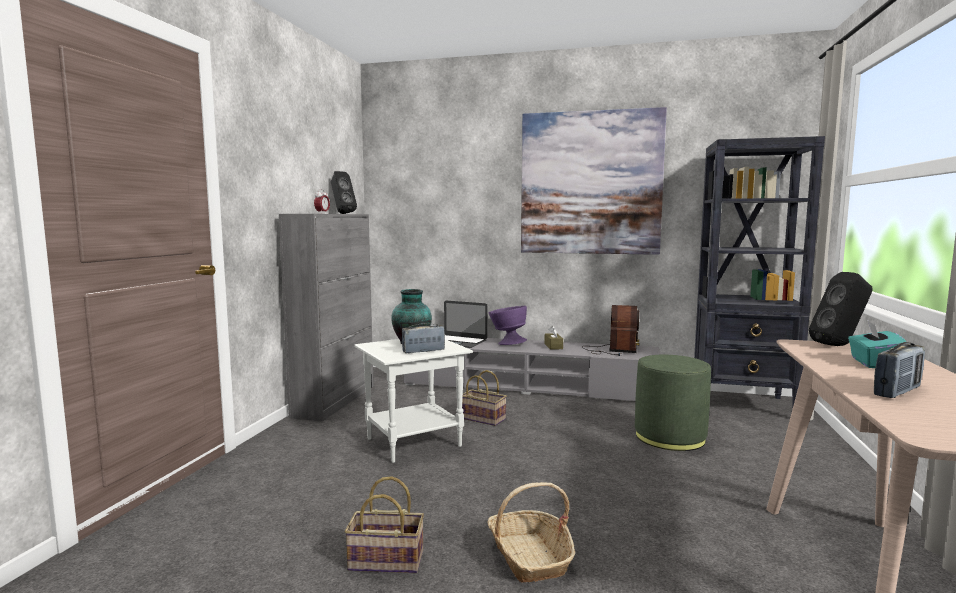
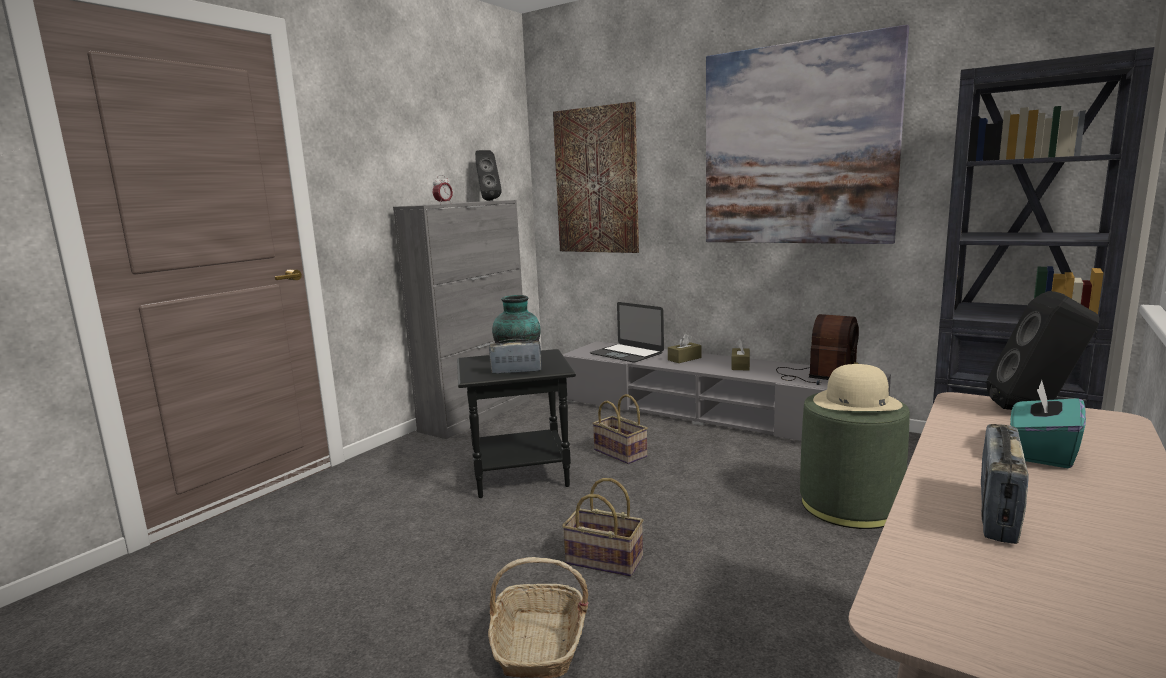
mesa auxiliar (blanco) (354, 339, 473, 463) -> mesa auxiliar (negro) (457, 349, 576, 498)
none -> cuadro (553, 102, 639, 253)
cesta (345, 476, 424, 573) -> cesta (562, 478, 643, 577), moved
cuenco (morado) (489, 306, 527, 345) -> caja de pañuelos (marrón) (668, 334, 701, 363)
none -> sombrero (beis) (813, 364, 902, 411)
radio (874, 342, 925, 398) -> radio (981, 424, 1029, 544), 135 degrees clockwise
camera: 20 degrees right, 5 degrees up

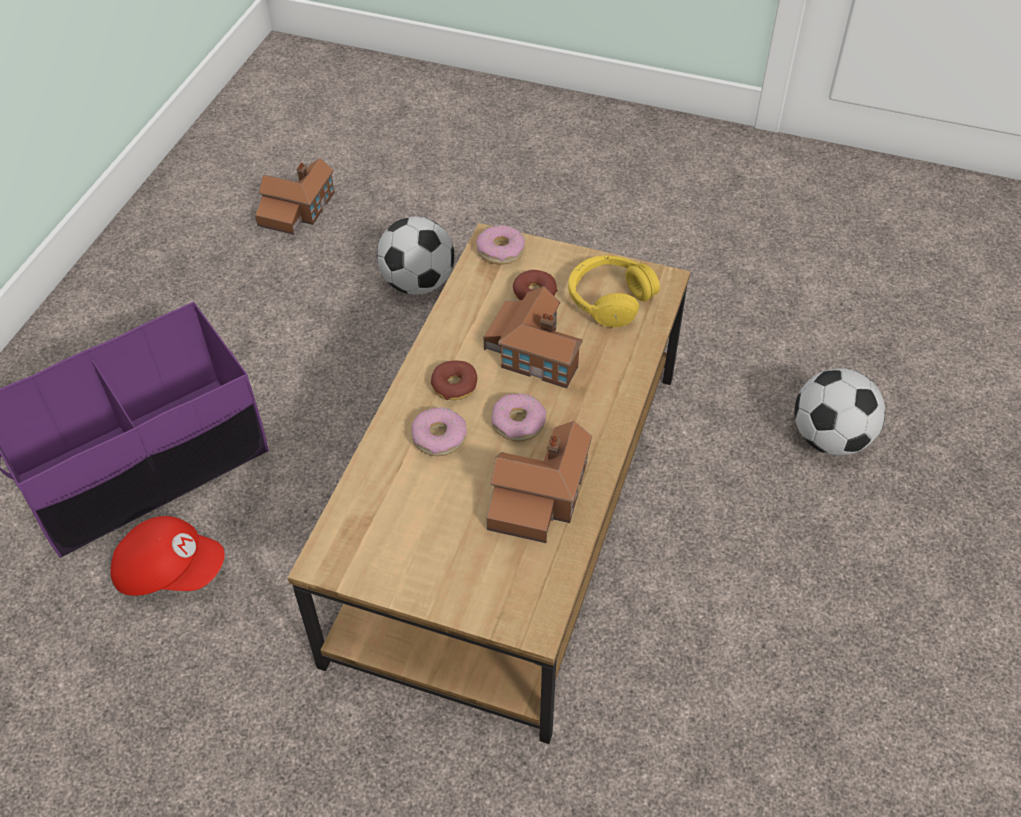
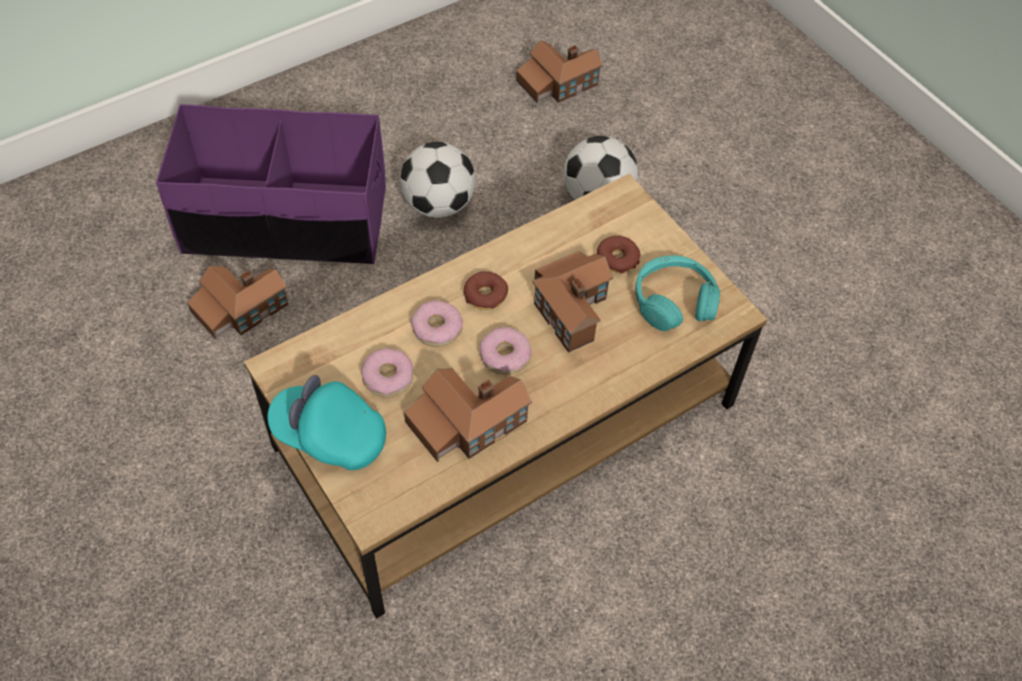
gorra (rojo) (111, 516, 225, 596) -> casita (187, 266, 288, 339)
none -> gorra (turquesa) (268, 375, 386, 470)
rosquilla (476, 225, 525, 265) -> rosquilla (361, 348, 413, 397), moved
balón de fútbol (794, 368, 885, 455) -> balón de fútbol (400, 142, 475, 218), moved
auriculares (amarillo) (568, 255, 660, 327) -> auriculares (turquesa) (635, 255, 720, 331)
camera: 35 degrees right, 5 degrees up

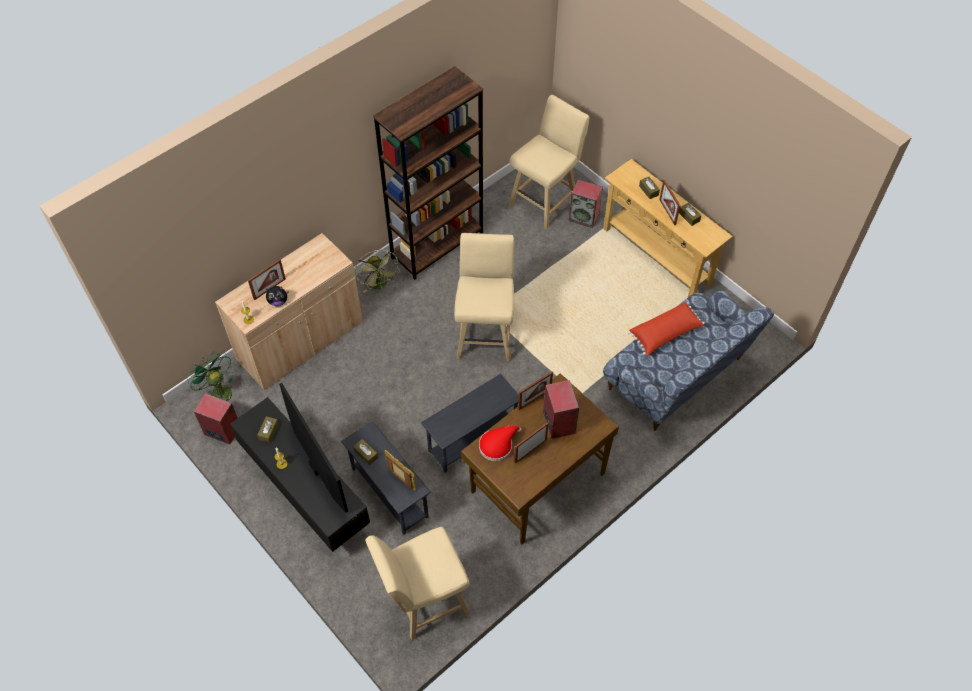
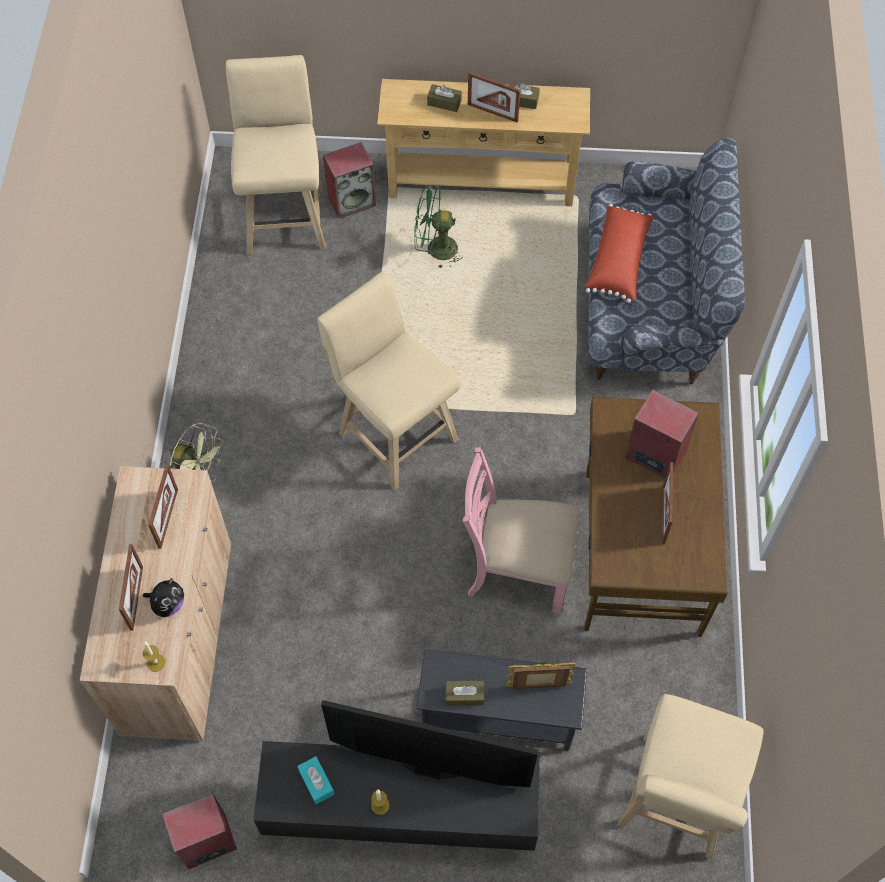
portarretratos (518, 372, 553, 410) -> portarretratos (148, 464, 178, 549), moved
caja de pañuelos (marrón) (257, 416, 279, 443) -> caja de pañuelos (turquesa) (298, 756, 335, 804)
ventilador (verde) (186, 351, 233, 401) -> ventilador (verde) (414, 185, 463, 269), moved
mesa auxiliar (gris) (421, 374, 519, 473) -> silla (rosa) (463, 447, 580, 613)
estantería (marrón) (373, 66, 483, 280) -> none
sombrero (rojo) (479, 425, 522, 461) -> none
camera: 45 degrees left, 5 degrees up

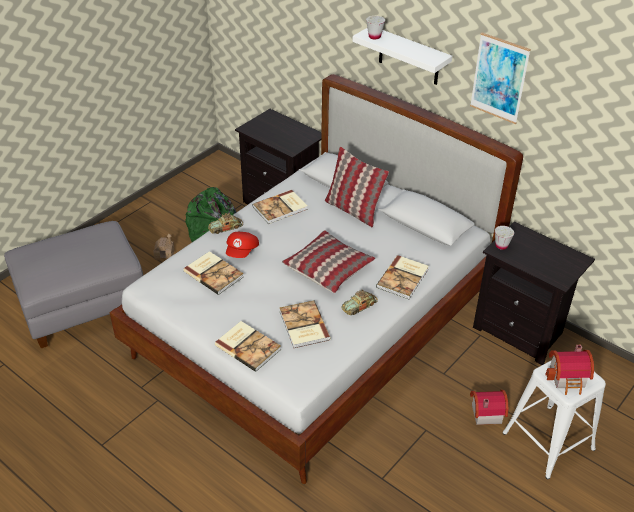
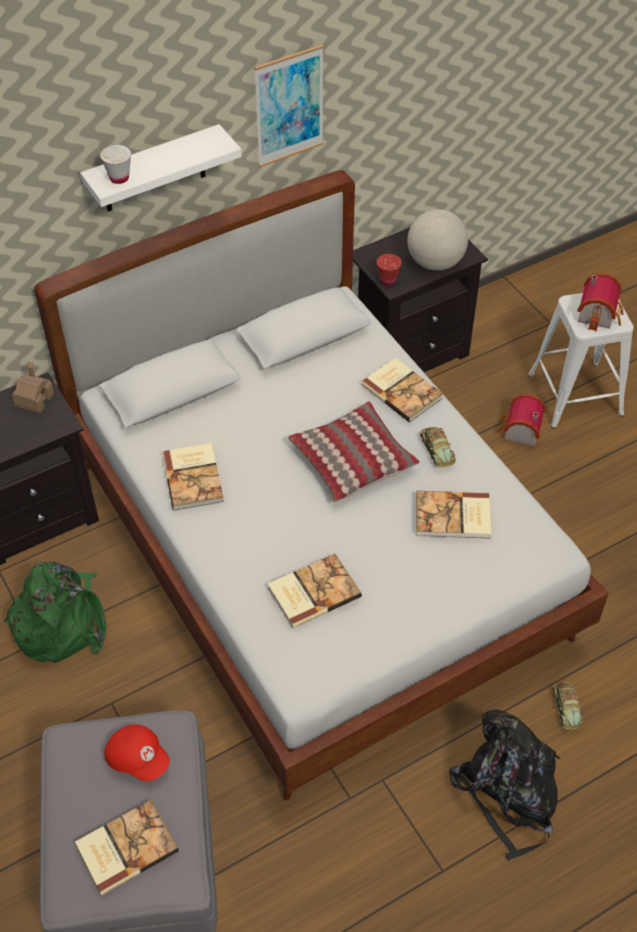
casita (154, 234, 174, 260) -> casita (12, 362, 54, 414), moved
libro (215, 321, 281, 372) -> libro (75, 800, 179, 895), moved
gorra (rojo) (226, 232, 259, 258) -> gorra (rojo) (104, 724, 170, 781), moved
taza (blanco) (495, 226, 514, 250) -> taza (rojo) (377, 254, 402, 285)
none -> globo terráqueo (407, 209, 468, 271)
none -> mochila (negro) (449, 710, 560, 861)
coche de juguete (208, 213, 243, 234) -> coche de juguete (552, 682, 584, 730), moved
cojín (325, 147, 389, 227) -> none
camera: 70 degrees left, 10 degrees up

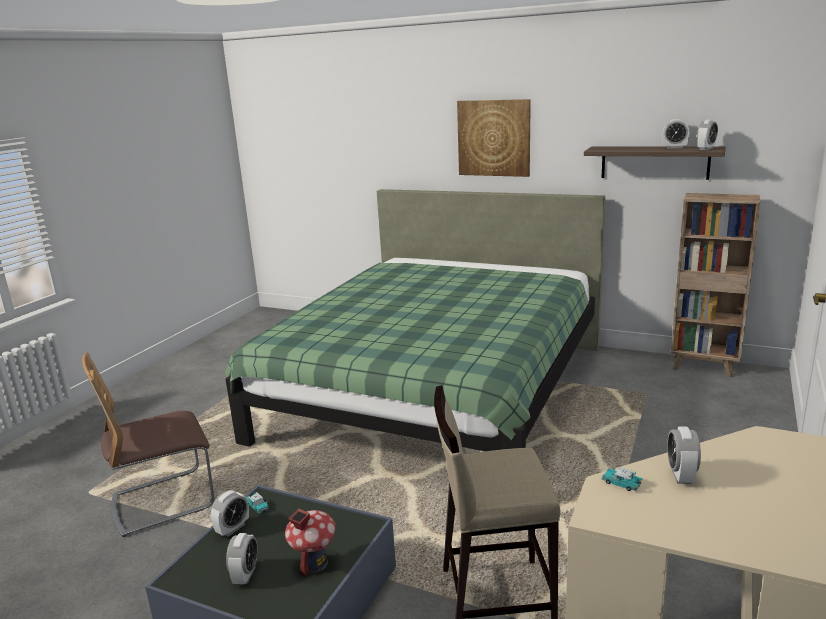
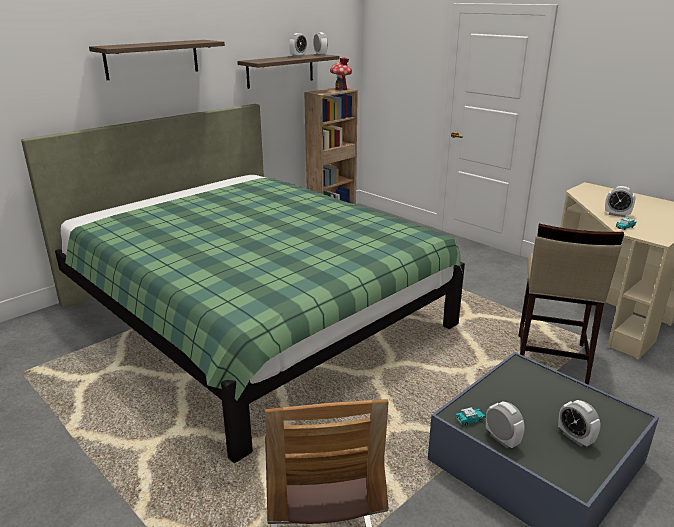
cuadro (457, 99, 531, 177) -> estante (89, 40, 225, 80)
casita (285, 509, 336, 577) -> casita (330, 57, 352, 90), moved
despertador (226, 533, 258, 584) -> despertador (558, 400, 601, 447), 150 degrees counterclockwise
camera: 70 degrees left, 5 degrees up

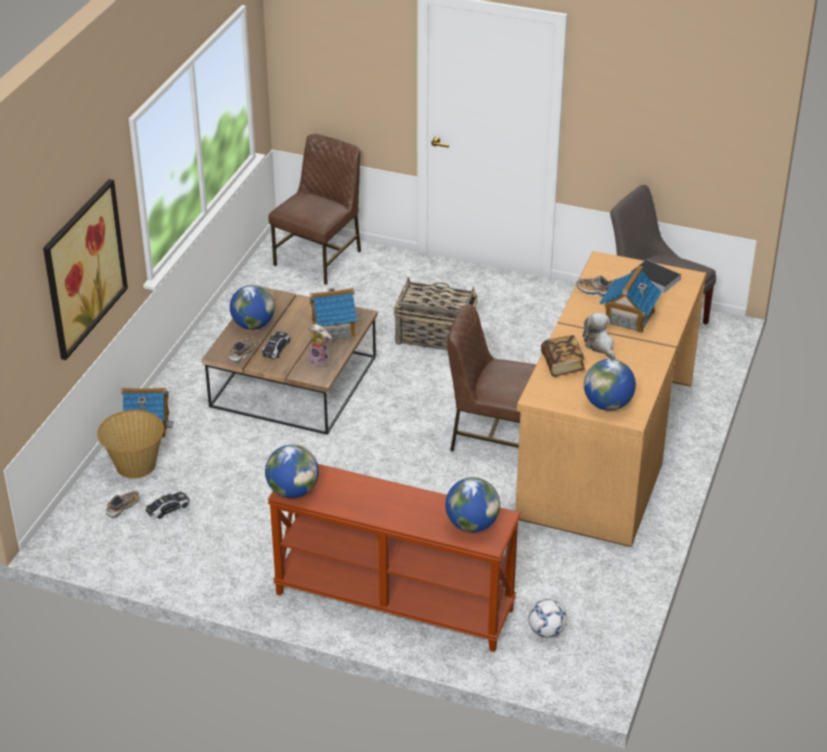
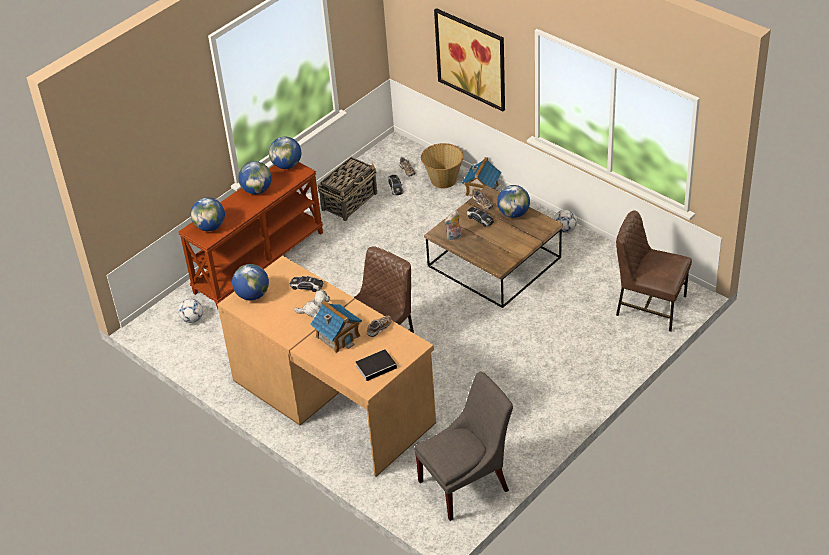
none -> globo terráqueo (238, 161, 272, 194)
libro (541, 335, 585, 377) -> coche de juguete (290, 276, 324, 292)
cesta (394, 277, 478, 351) -> cesta (318, 157, 377, 221), moved
none -> balón de fútbol (554, 210, 577, 233)
silla (marrón) (269, 134, 361, 285) -> silla (marrón) (616, 210, 692, 331), 150 degrees clockwise
casita (309, 288, 357, 339) -> none
camera: 115 degrees right, 5 degrees up

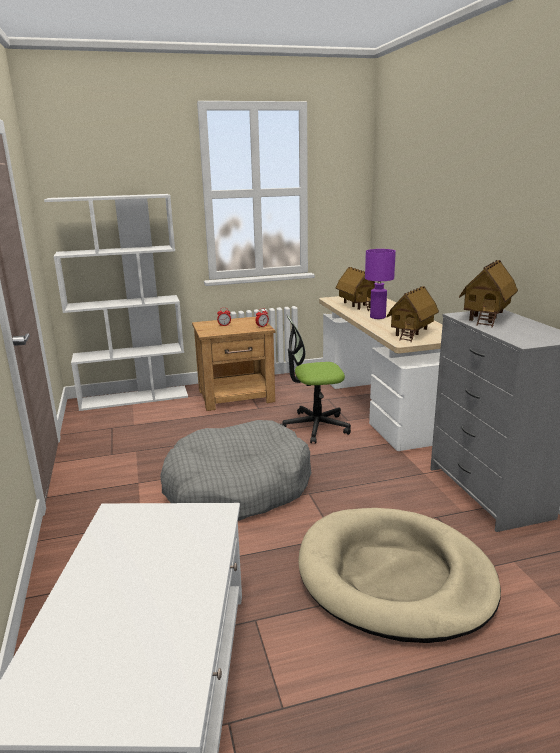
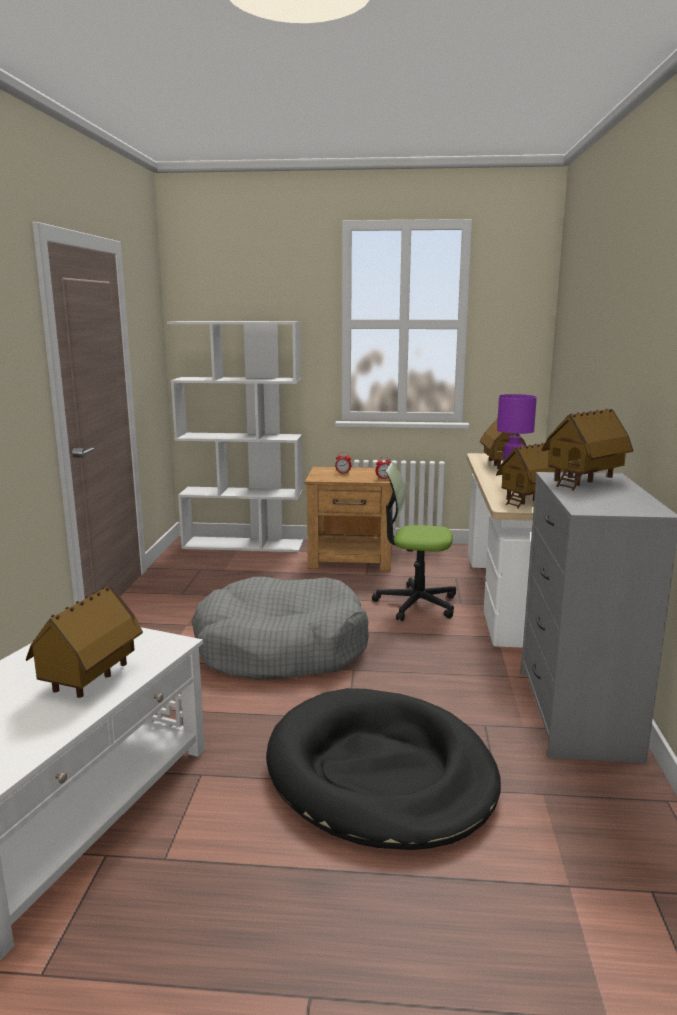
none -> casita (26, 585, 143, 698)
cama para perro (beis) (298, 508, 501, 643) -> cama para perro (negro) (266, 688, 501, 850)
camera: 20 degrees right, 5 degrees down

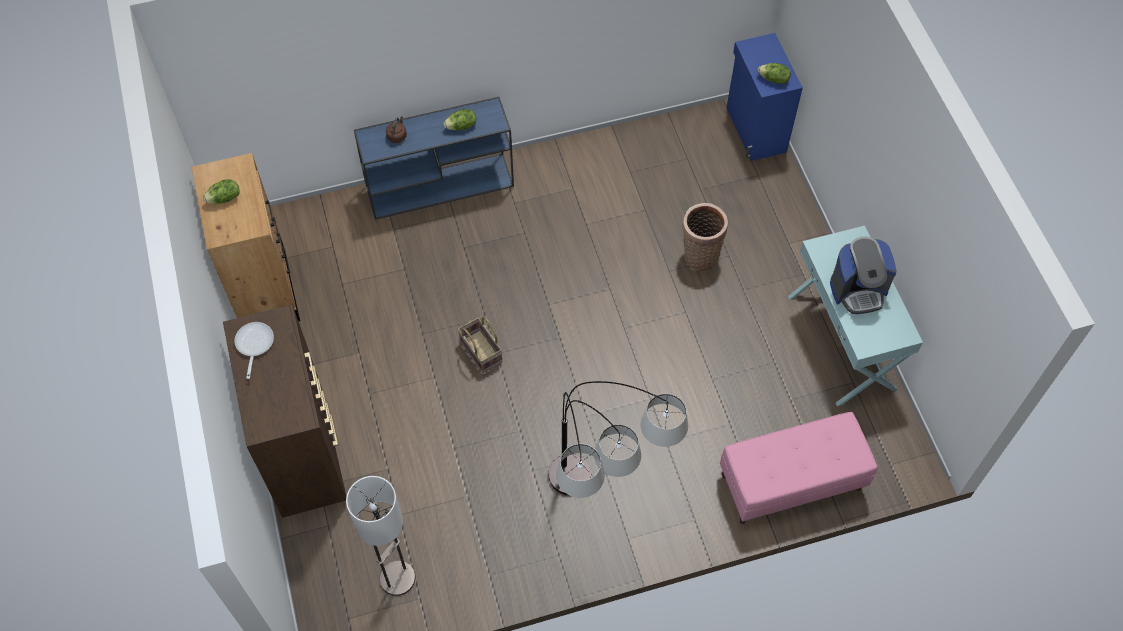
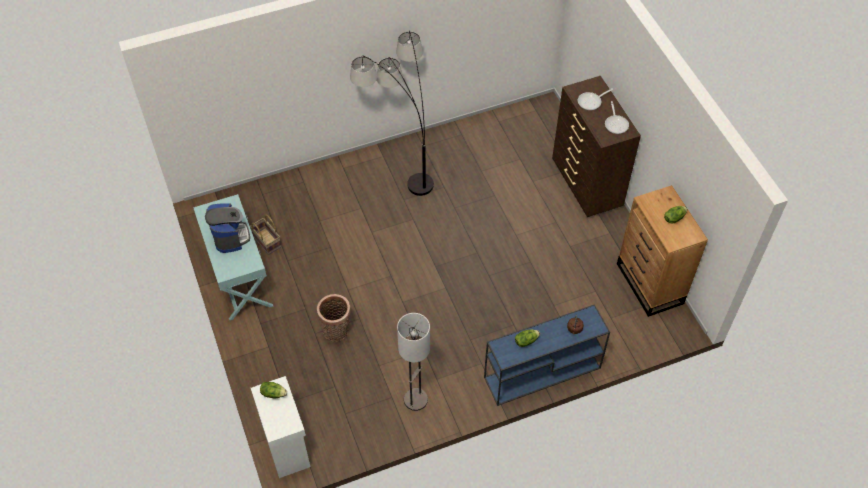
cafetera (830, 237, 897, 314) -> cafetera (205, 203, 250, 253), 90 degrees clockwise
cesta (458, 317, 502, 373) -> cesta (250, 215, 282, 255), moved
armario (azul) (727, 33, 803, 161) -> armario (blanco) (251, 376, 311, 478)
lámpara de pie (346, 476, 415, 596) -> lámpara de pie (397, 313, 430, 411), moved
none -> sartén (578, 88, 613, 110)
banco (rosa) (720, 412, 877, 524) -> none
camera: 175 degrees right, 5 degrees down

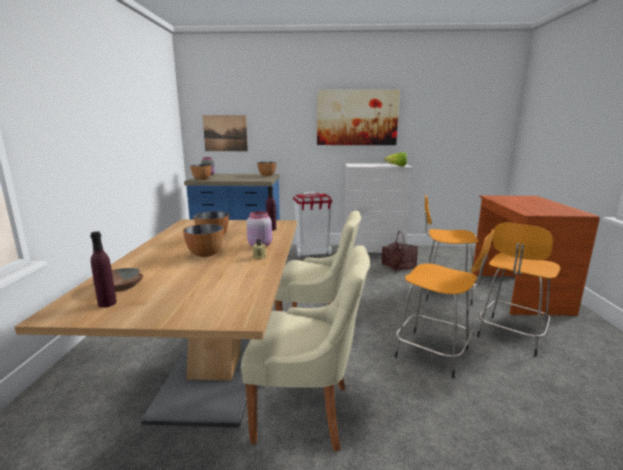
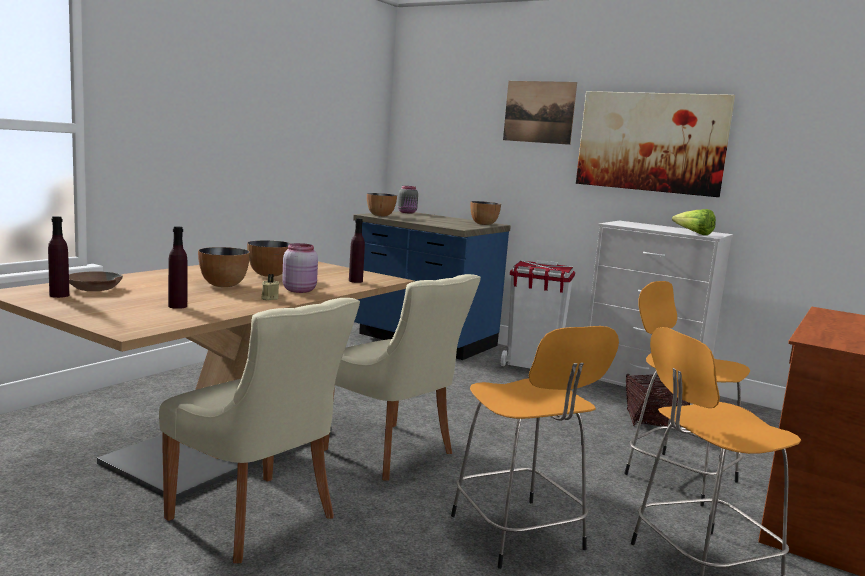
none -> botella (morado) (168, 226, 188, 309)
cuadro (203, 115, 248, 151) -> cuadro (503, 81, 577, 145), moved
camera: 30 degrees right, 5 degrees down

